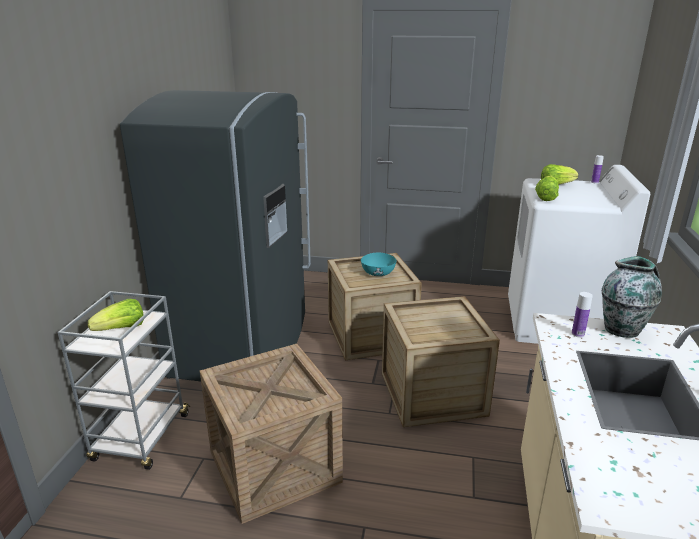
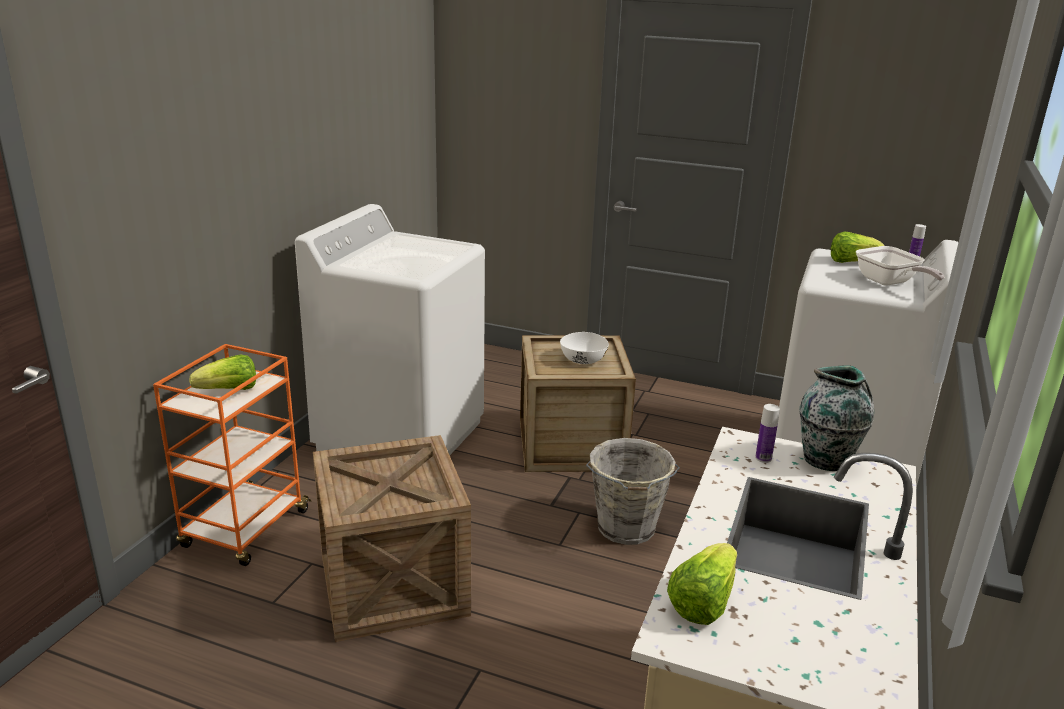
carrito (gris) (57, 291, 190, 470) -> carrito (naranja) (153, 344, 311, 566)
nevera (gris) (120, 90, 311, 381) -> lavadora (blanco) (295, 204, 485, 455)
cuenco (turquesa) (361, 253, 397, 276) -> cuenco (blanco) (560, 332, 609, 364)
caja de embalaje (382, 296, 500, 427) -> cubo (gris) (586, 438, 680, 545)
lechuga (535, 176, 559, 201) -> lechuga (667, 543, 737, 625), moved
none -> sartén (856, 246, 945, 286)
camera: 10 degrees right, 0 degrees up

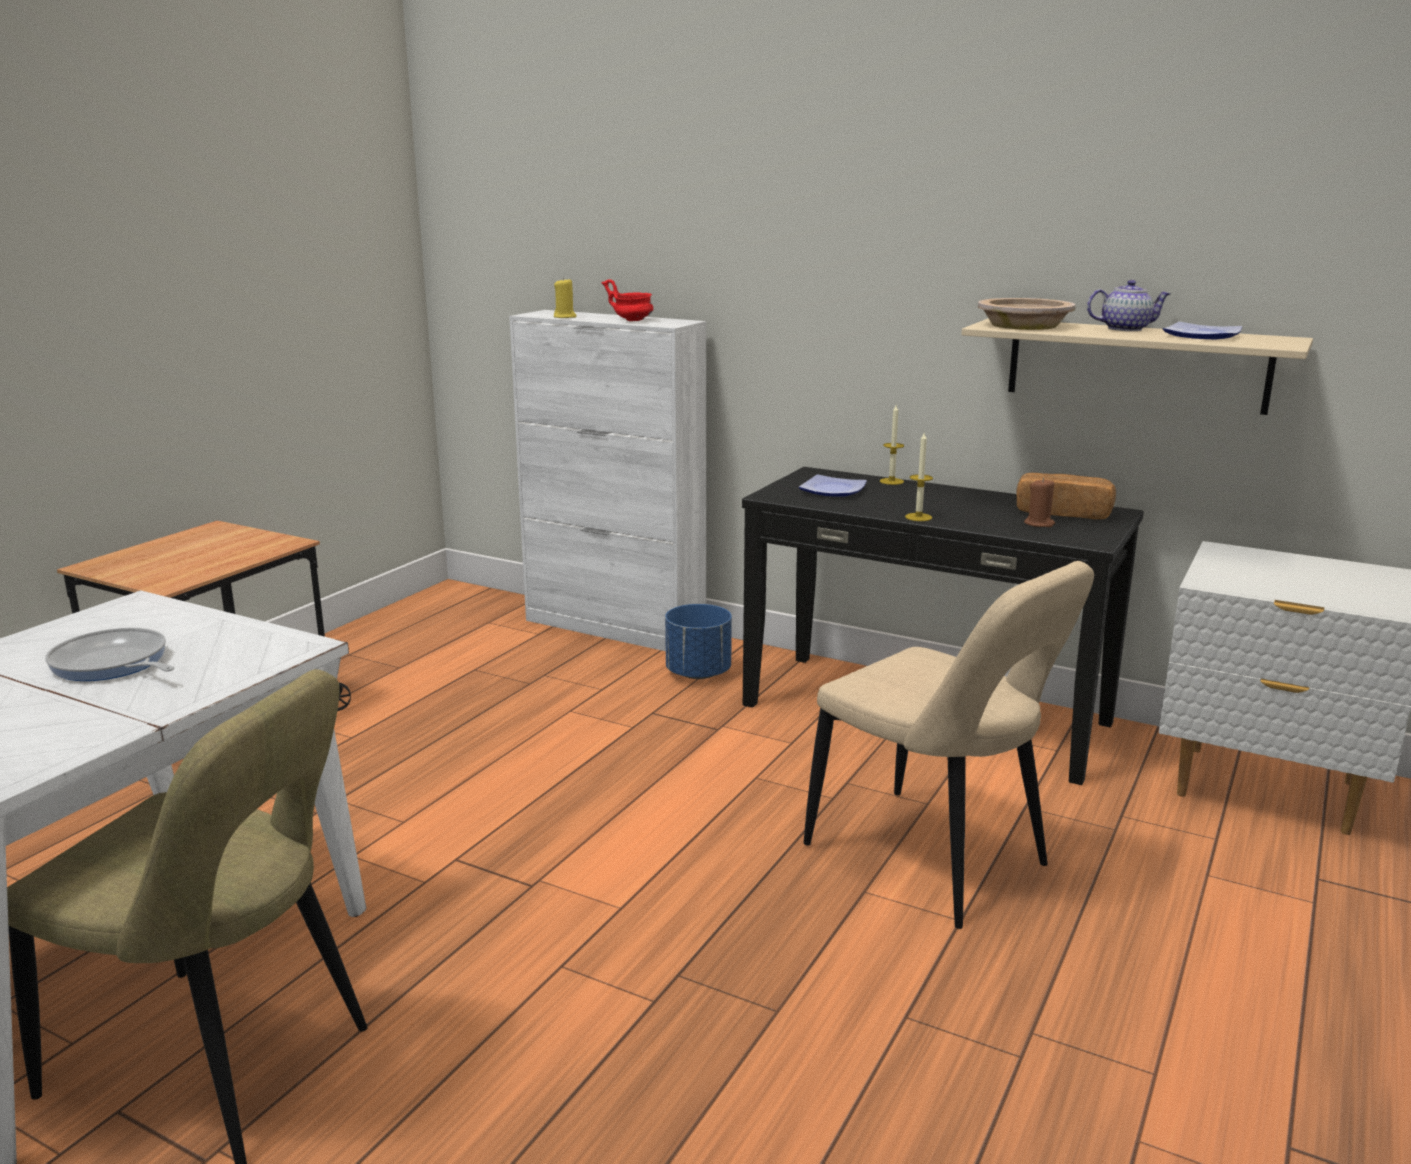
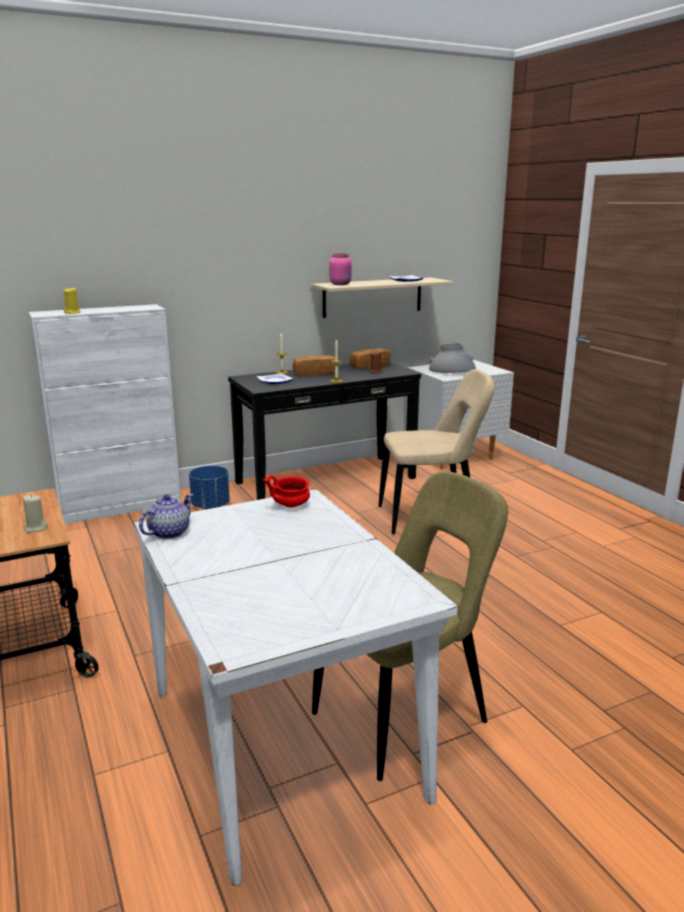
none -> vela (beis) (23, 495, 48, 533)
tetera (1087, 280, 1171, 331) -> tetera (139, 494, 194, 539), moved
cuenco (rojo) (602, 279, 653, 321) -> cuenco (rojo) (263, 475, 310, 508), moved
none -> pan (293, 355, 335, 376)
cuenco (beis) (978, 298, 1076, 330) -> tarro (rosa) (330, 254, 351, 285)
none -> florero (gris) (429, 343, 476, 373)
sartén (45, 628, 174, 681) -> none
camera: 55 degrees left, 0 degrees up

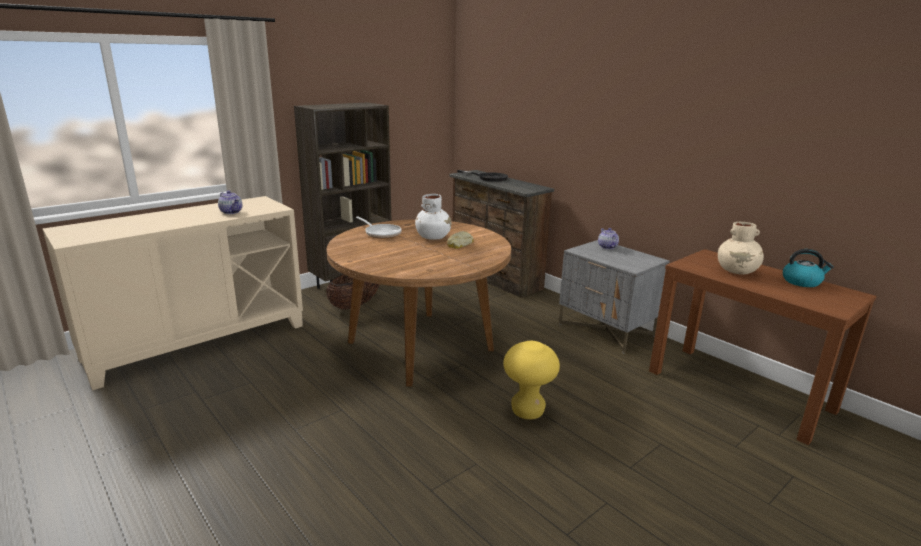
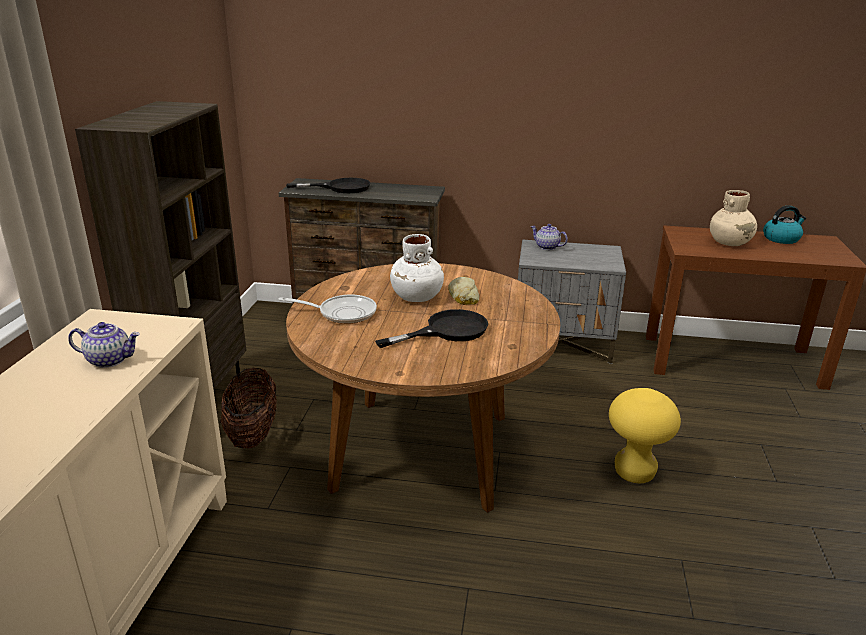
none -> sartén (negro) (375, 309, 488, 348)
camera: 40 degrees left, 5 degrees up

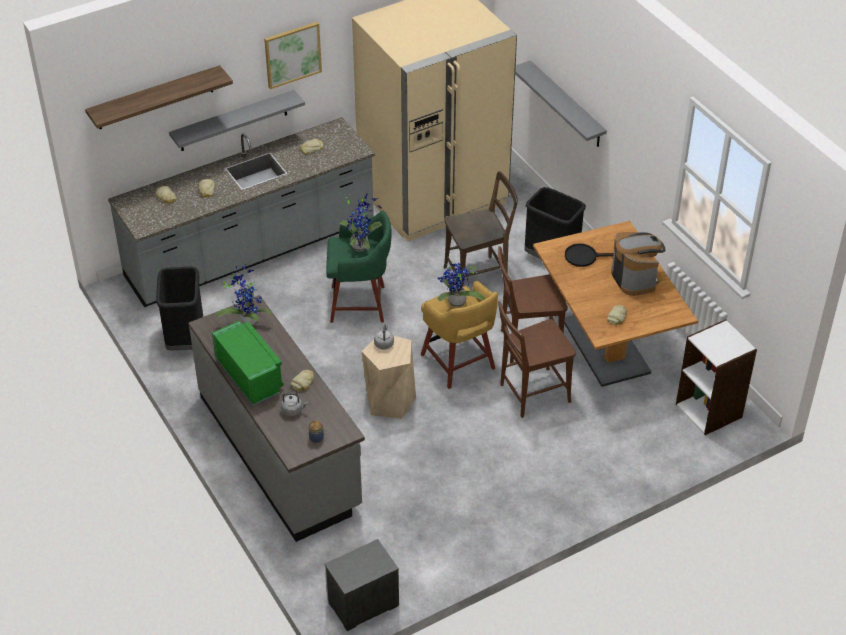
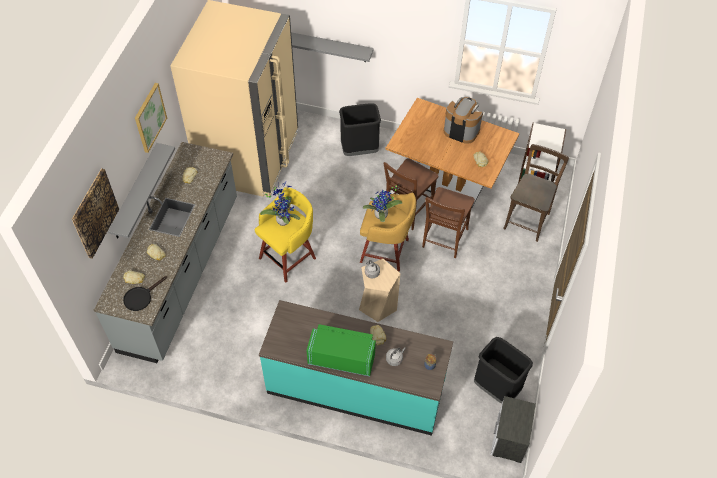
estante (85, 65, 233, 129) -> cuadro (72, 169, 119, 259)
sartén (negro) (565, 244, 614, 267) -> sartén (negro) (123, 276, 167, 311), moved
taburete (verde) (326, 210, 392, 323) -> taburete (amarillo) (255, 187, 316, 282)
mueble bajo de cocina (gris) (188, 295, 365, 542) -> mueble bajo de cocina (turquesa) (259, 300, 453, 436)
papelera (negro) (156, 267, 203, 351) -> papelera (negro) (474, 337, 533, 404), moved
silla (marrón) (443, 171, 518, 287) -> silla (marrón) (503, 144, 569, 242), moved
planta en maceta (216, 264, 272, 326) -> none
camera: 45 degrees left, 10 degrees up

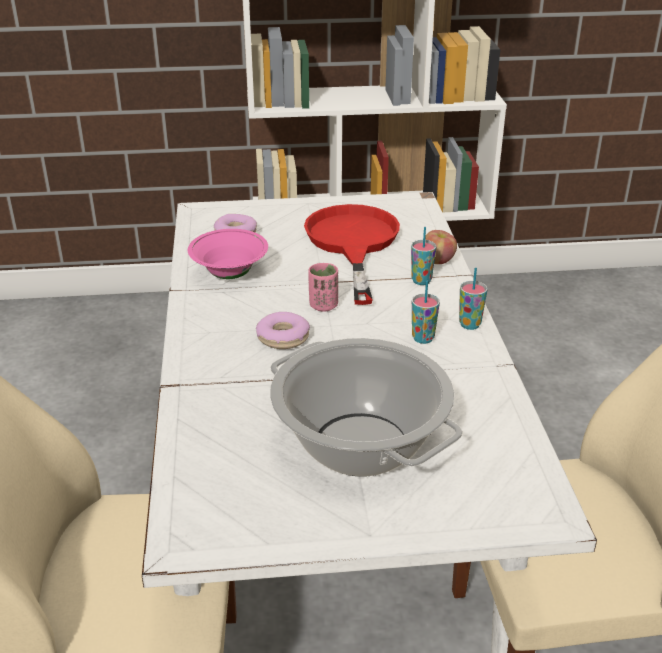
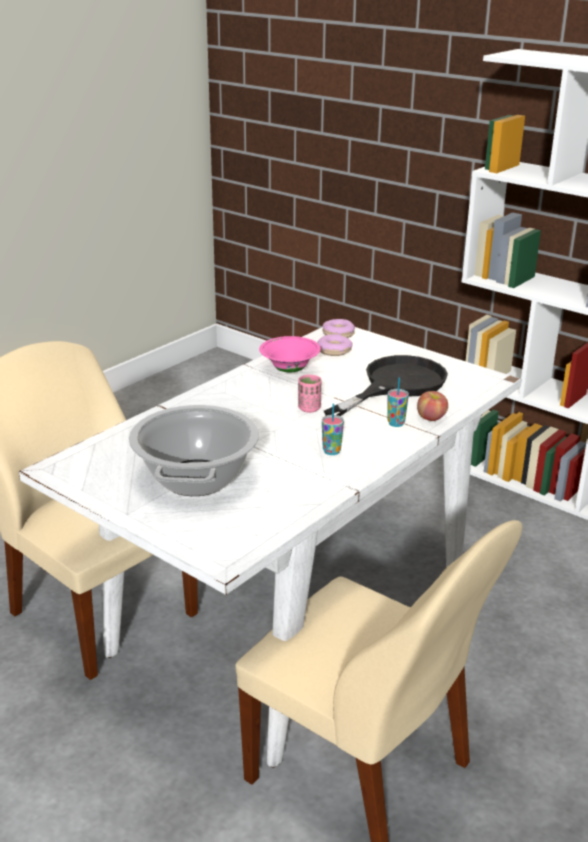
rosquilla (256, 312, 310, 349) -> rosquilla (323, 319, 355, 338), moved
sartén (rojo) (304, 204, 400, 305) -> sartén (negro) (324, 355, 448, 416)
taza (459, 268, 488, 330) -> none
camera: 45 degrees right, 5 degrees down

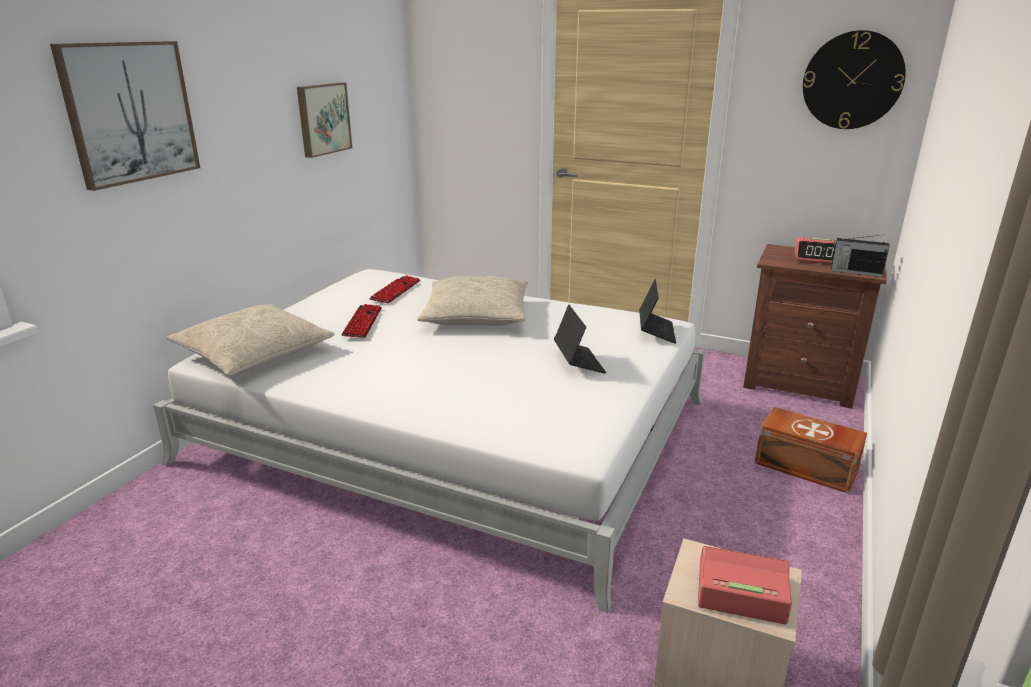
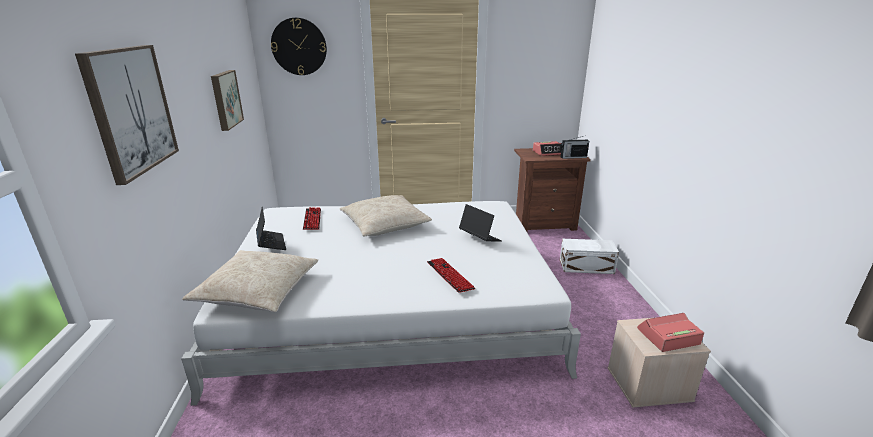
portátil (639, 279, 676, 344) -> portátil (256, 207, 286, 250), moved
reloj de pared (803, 30, 906, 129) -> reloj de pared (271, 18, 327, 75), moved
teclado (341, 304, 382, 338) -> teclado (427, 258, 475, 293), moved
caja de almacenaje (marrón) (755, 407, 867, 494) -> caja de almacenaje (blanco) (560, 239, 619, 274)
camera: 30 degrees left, 0 degrees up

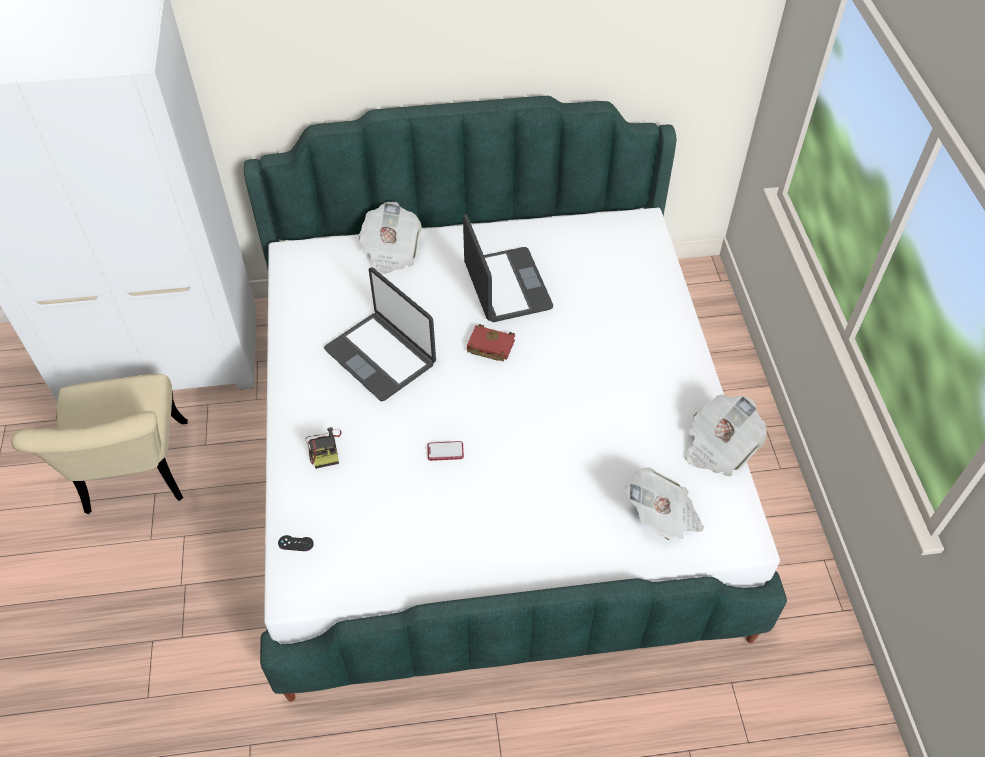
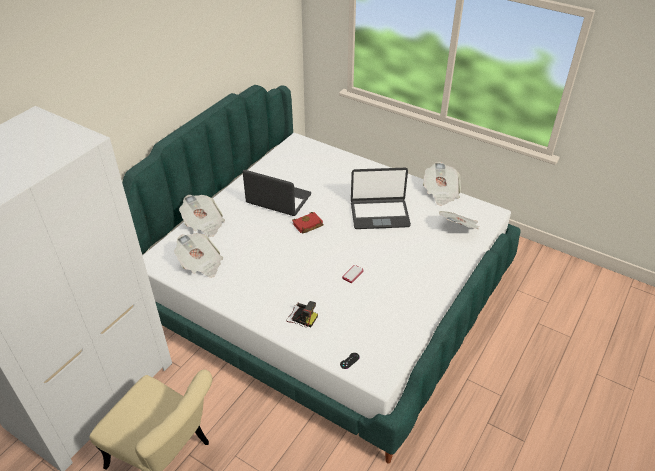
none -> periódico (174, 233, 223, 278)
portátil (324, 267, 436, 401) -> portátil (351, 168, 411, 229), moved
camera: 50 degrees left, 10 degrees down

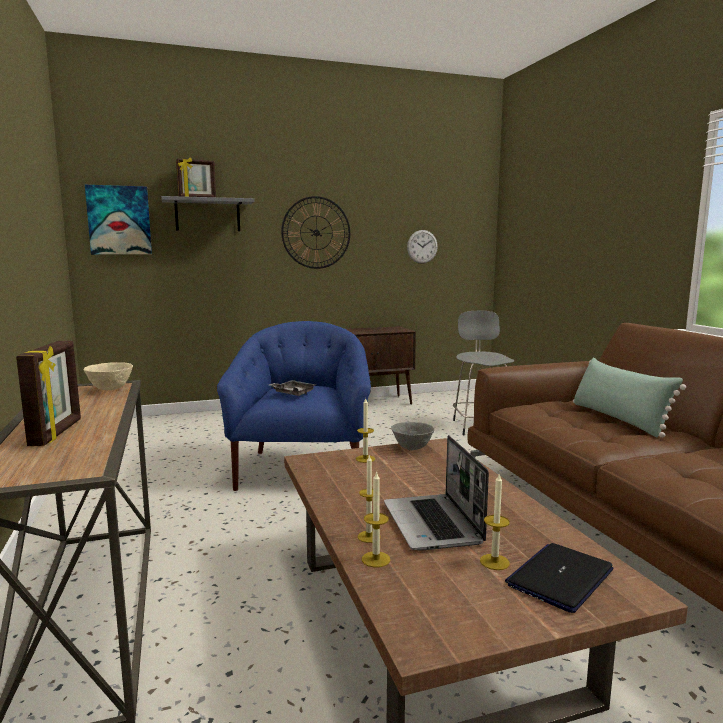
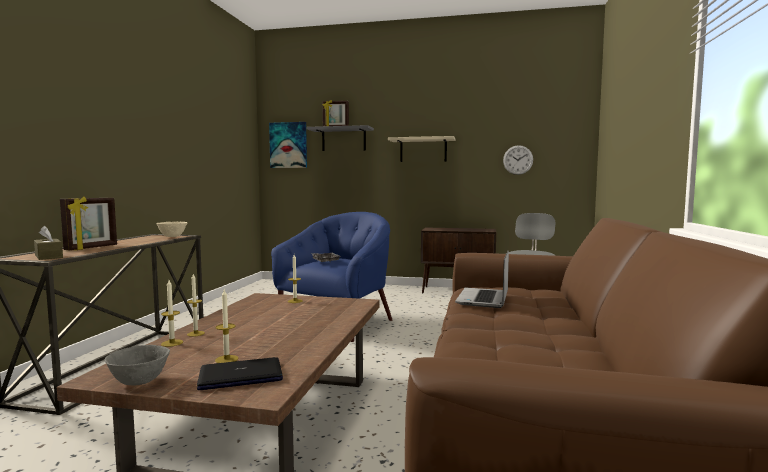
none -> caja de pañuelos (marrón) (34, 226, 63, 260)
cuenco (gris) (391, 422, 435, 450) -> cuenco (gris) (104, 345, 170, 385), moved
reloj de pared (281, 196, 350, 269) -> estante (beis) (388, 136, 455, 162)
portátil (384, 435, 489, 551) -> portátil (455, 251, 509, 308), moved
cojín (verde) (573, 358, 686, 438) -> none
camera: 30 degrees right, 5 degrees down

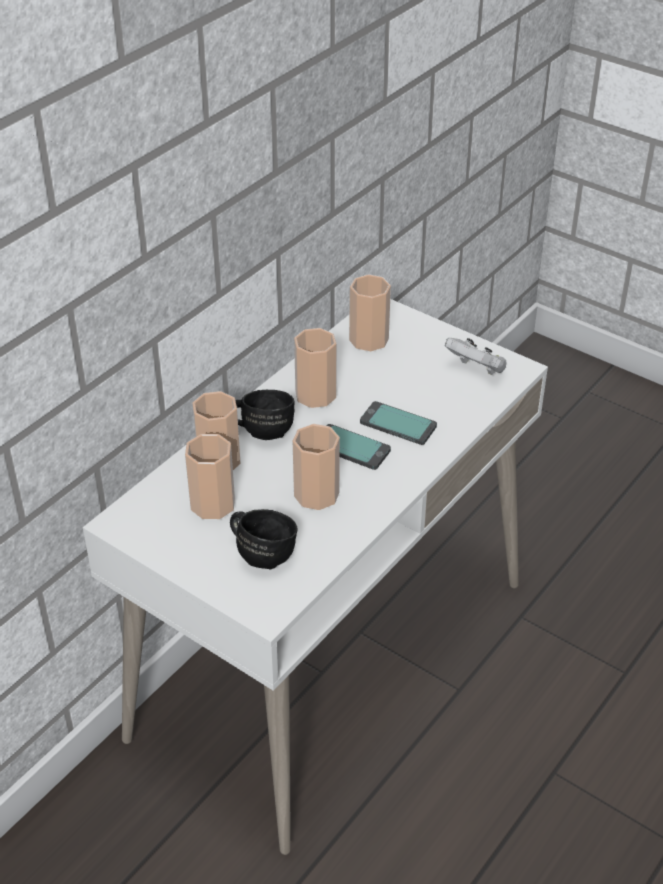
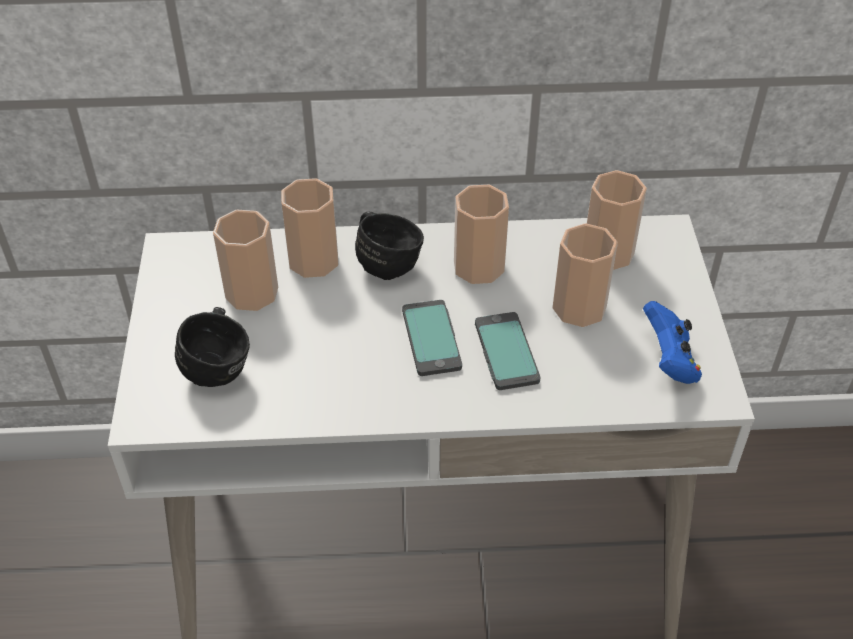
taza (293, 424, 340, 510) -> taza (552, 223, 618, 327), moved
mando de consola (blanco) (445, 338, 507, 375) -> mando de consola (azul) (643, 301, 702, 384)
camera: 50 degrees right, 5 degrees up

